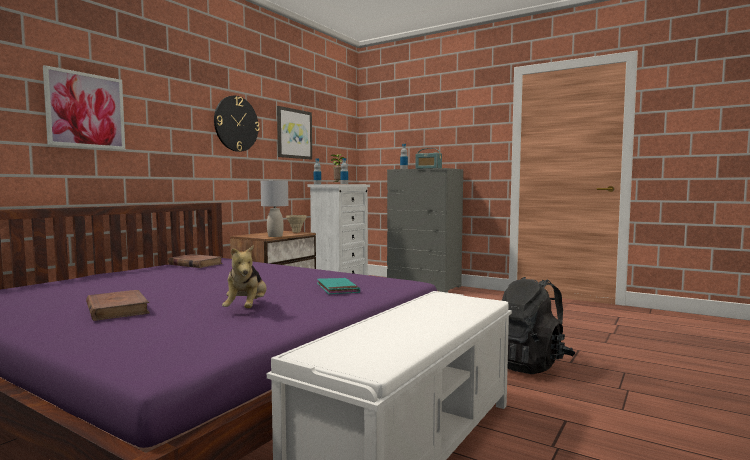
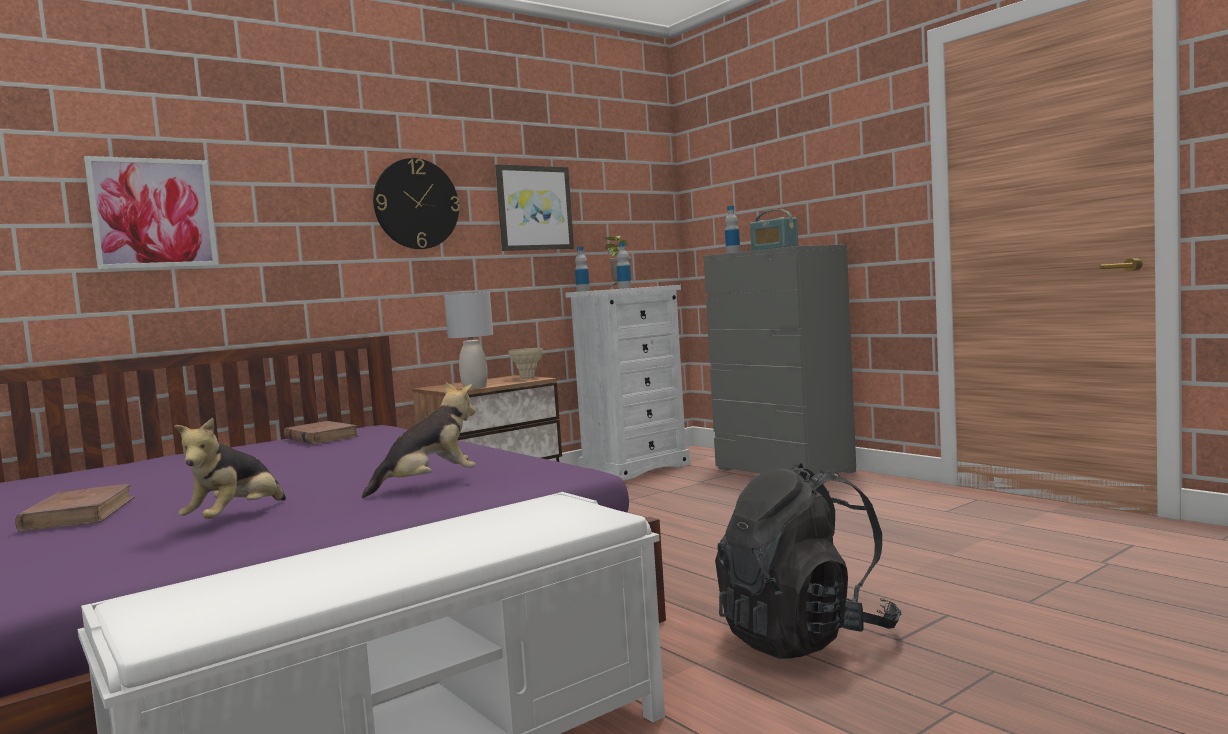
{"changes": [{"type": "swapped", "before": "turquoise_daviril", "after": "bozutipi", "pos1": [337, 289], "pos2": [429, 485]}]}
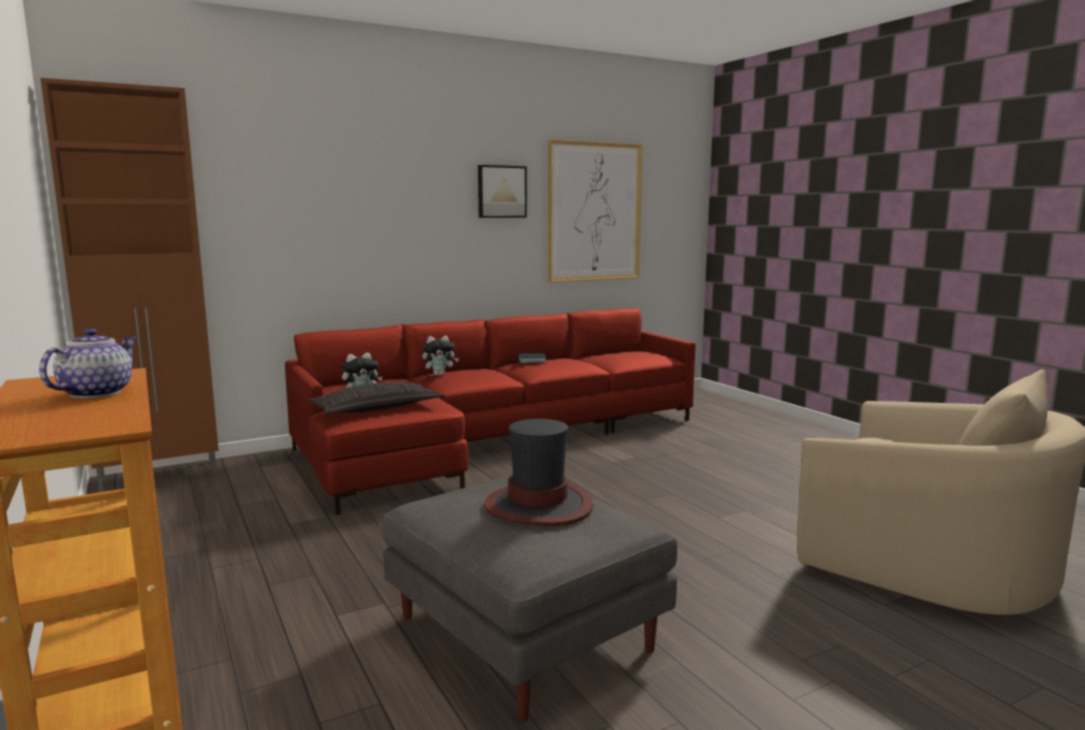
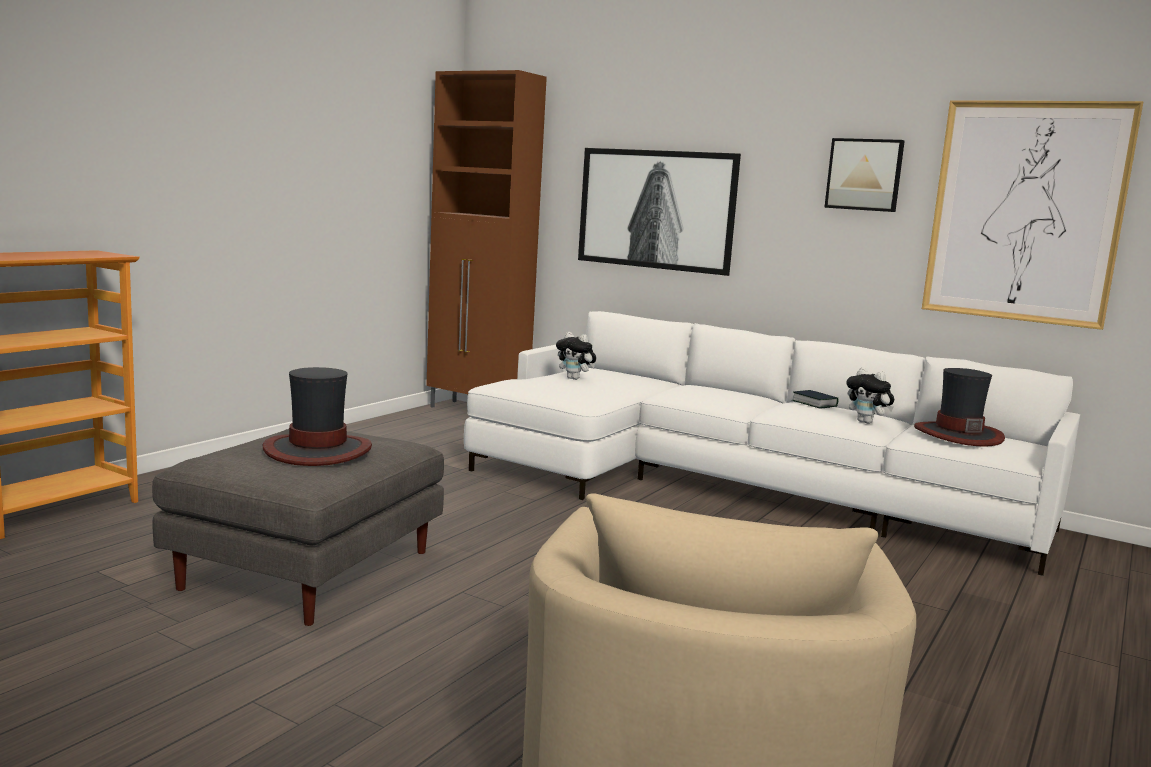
{"changes": [{"type": "repainted", "before": "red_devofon", "after": "white_devofon", "pos1": [490, 441], "pos2": [734, 487]}, {"type": "new", "after": "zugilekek", "pos2": [656, 209]}, {"type": "shifted", "before": "bozutipi", "pos1": [440, 374], "pos2": [867, 422]}, {"type": "new", "after": "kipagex", "pos2": [957, 434]}, {"type": "gone", "before": "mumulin", "pos1": [95, 393]}, {"type": "gone", "before": "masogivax", "pos1": [377, 408]}]}
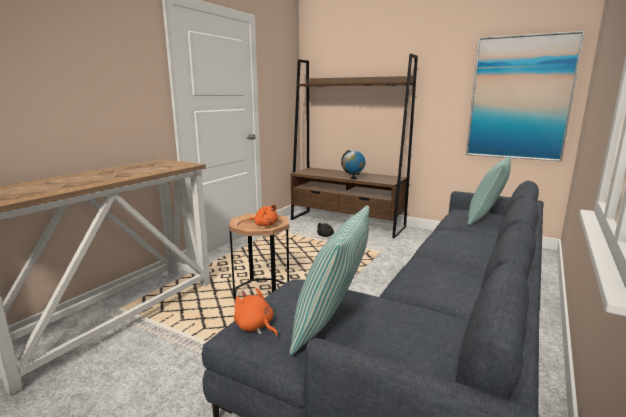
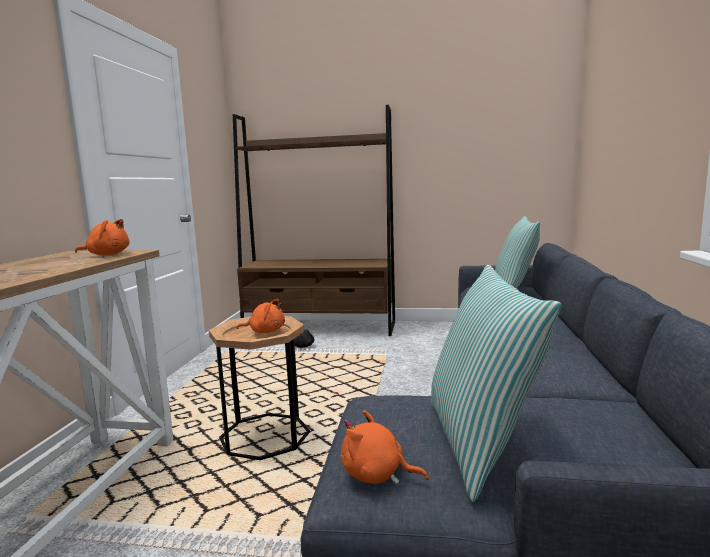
{"changes": [{"type": "new", "after": "orange_bozutipi", "pos2": [107, 255]}, {"type": "gone", "before": "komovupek", "pos1": [353, 178]}, {"type": "gone", "before": "zugilekek", "pos1": [519, 98]}]}
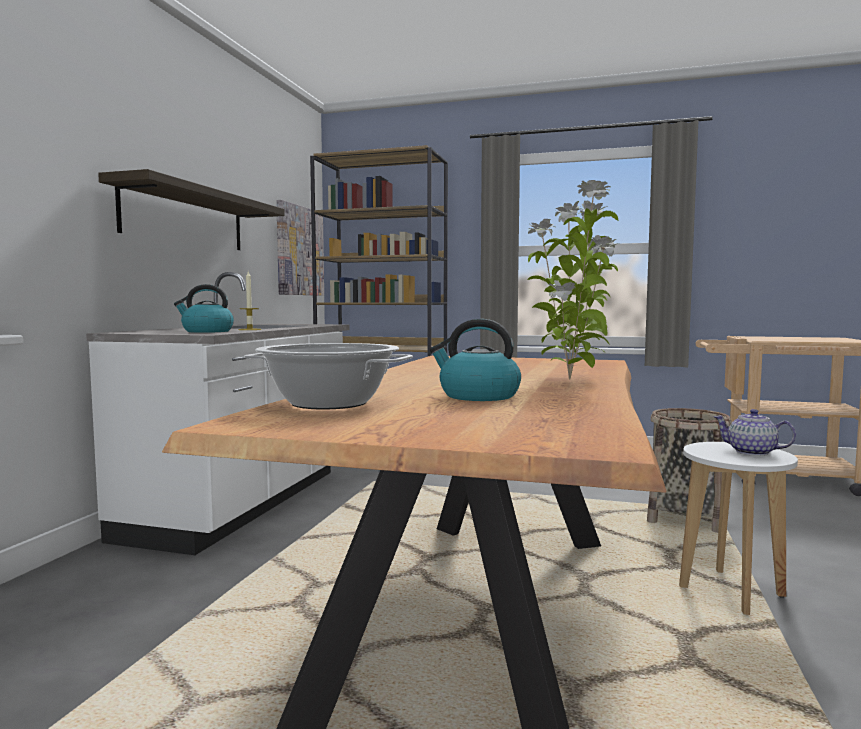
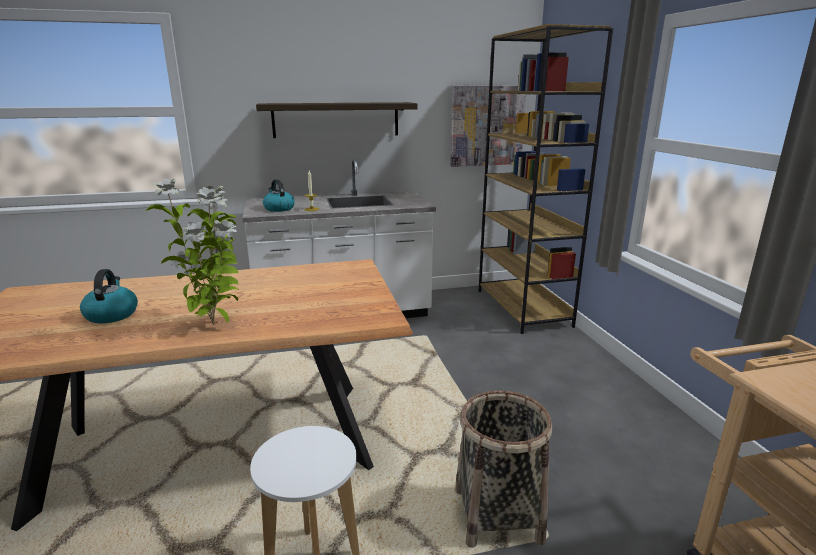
{"changes": [{"type": "gone", "before": "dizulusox", "pos1": [328, 403]}, {"type": "gone", "before": "mumulin", "pos1": [752, 452]}]}
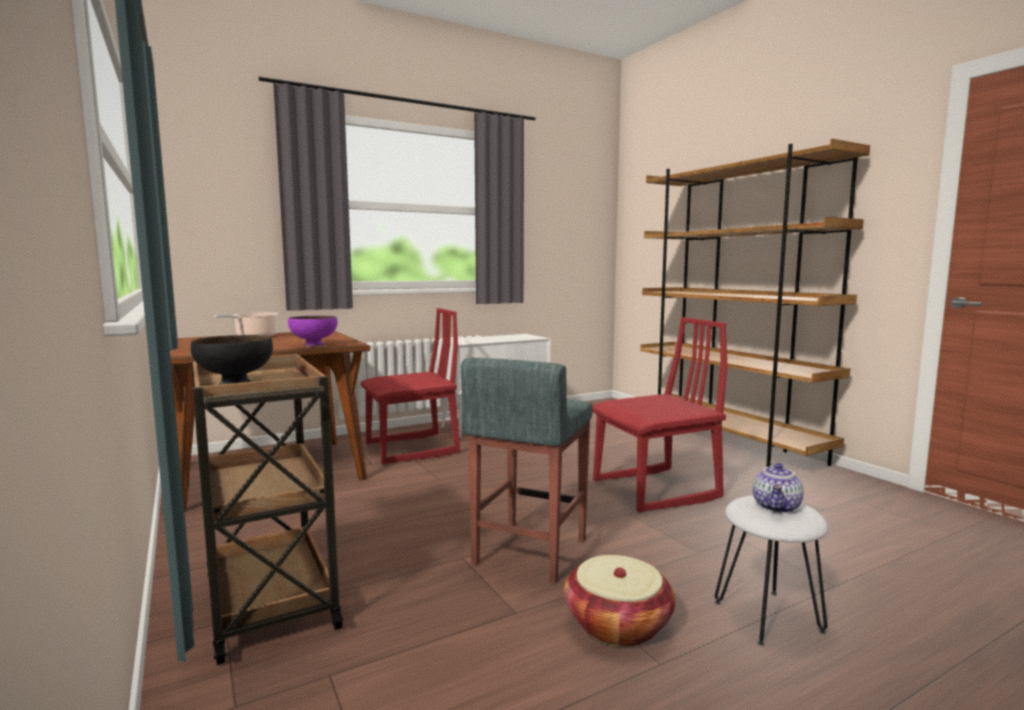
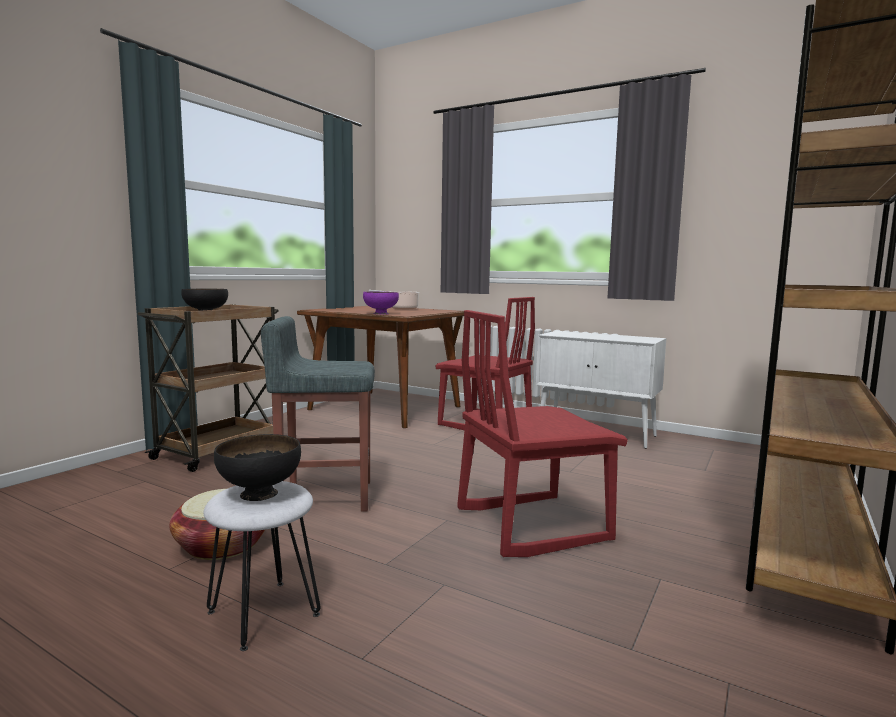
{"changes": [{"type": "swapped", "before": "mumulin", "after": "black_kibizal", "pos1": [777, 507], "pos2": [260, 494]}, {"type": "rotated", "before": "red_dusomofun", "pos1": [656, 490], "pos2": [531, 524], "turn": 120}]}
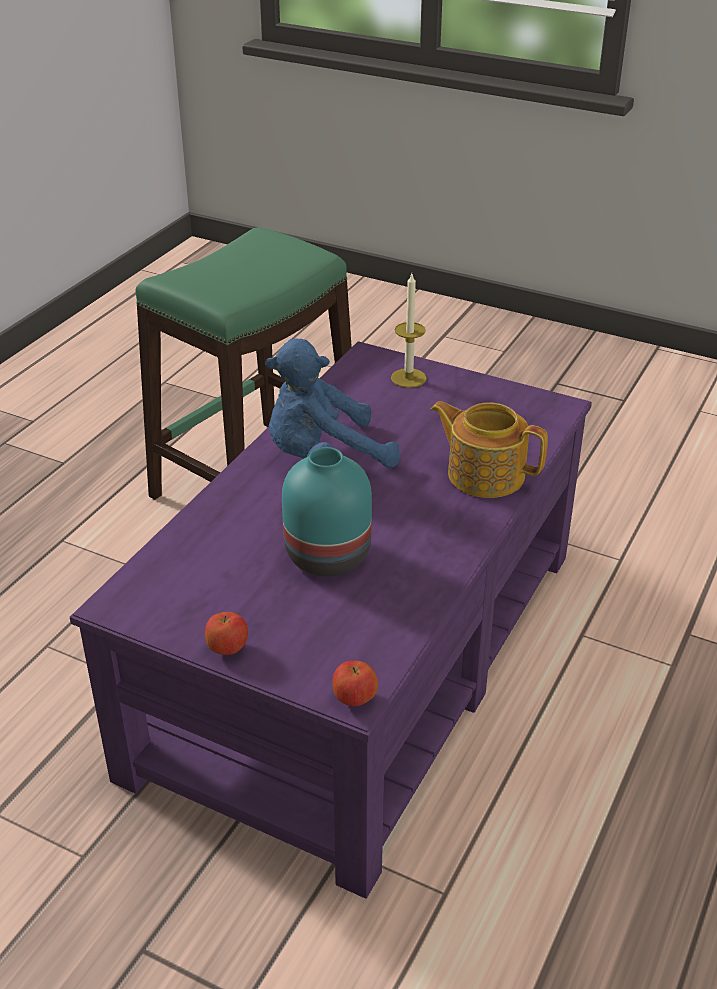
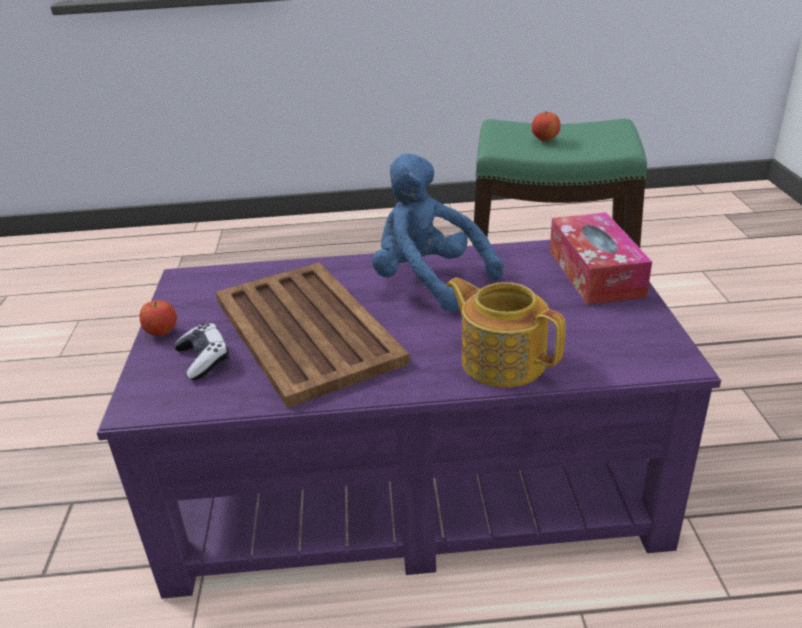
{"changes": [{"type": "new", "after": "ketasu", "pos2": [204, 360]}, {"type": "swapped", "before": "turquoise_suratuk", "after": "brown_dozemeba", "pos1": [326, 554], "pos2": [305, 329]}, {"type": "rotated", "before": "mumulin", "pos1": [484, 474], "pos2": [502, 360], "turn": -45}, {"type": "shifted", "before": "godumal", "pos1": [355, 699], "pos2": [545, 140]}, {"type": "swapped", "before": "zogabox", "after": "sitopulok", "pos1": [408, 378], "pos2": [595, 273]}]}
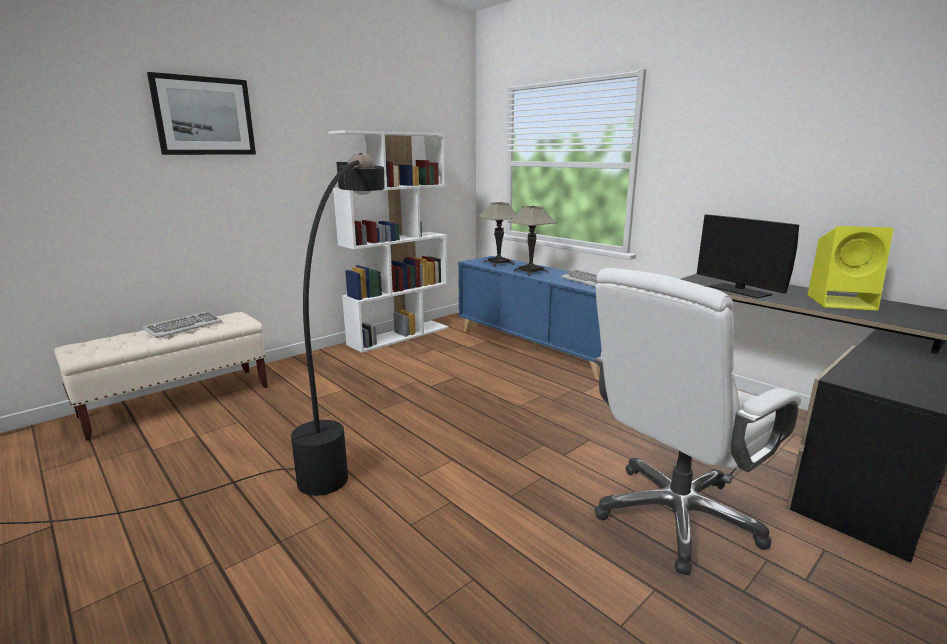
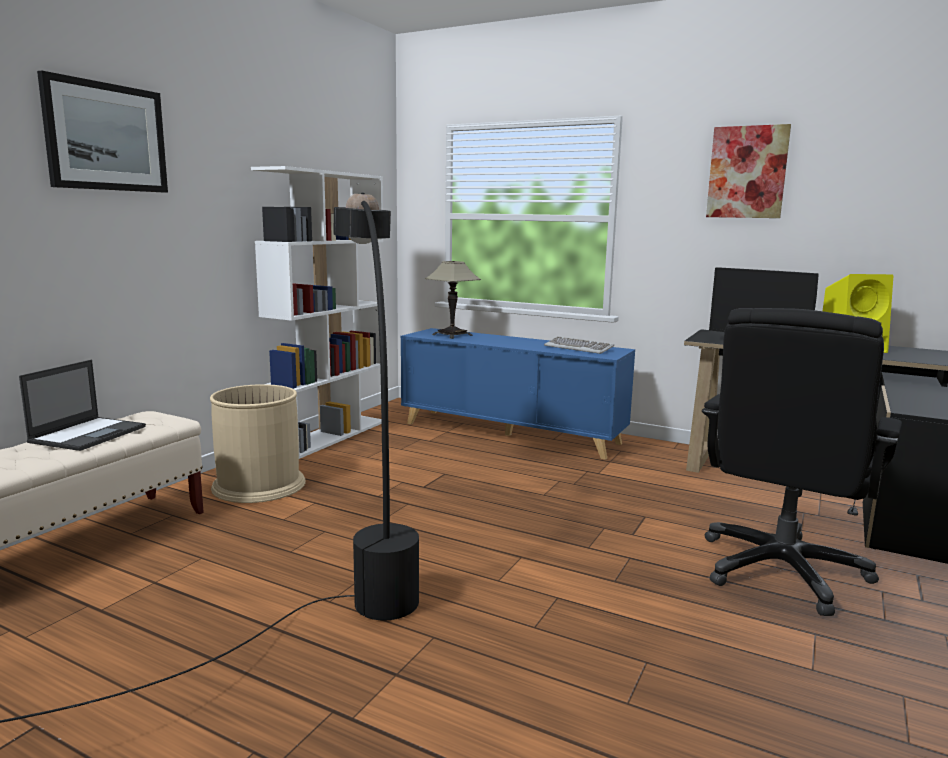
{"changes": [{"type": "swapped", "before": "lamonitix", "after": "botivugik", "pos1": [183, 327], "pos2": [89, 434]}, {"type": "new", "after": "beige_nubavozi", "pos2": [259, 485]}, {"type": "repainted", "before": "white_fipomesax", "after": "black_fipomesax", "pos1": [676, 516], "pos2": [781, 570]}, {"type": "new", "after": "zugilekek", "pos2": [747, 172]}, {"type": "gone", "before": "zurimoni", "pos1": [530, 271]}]}
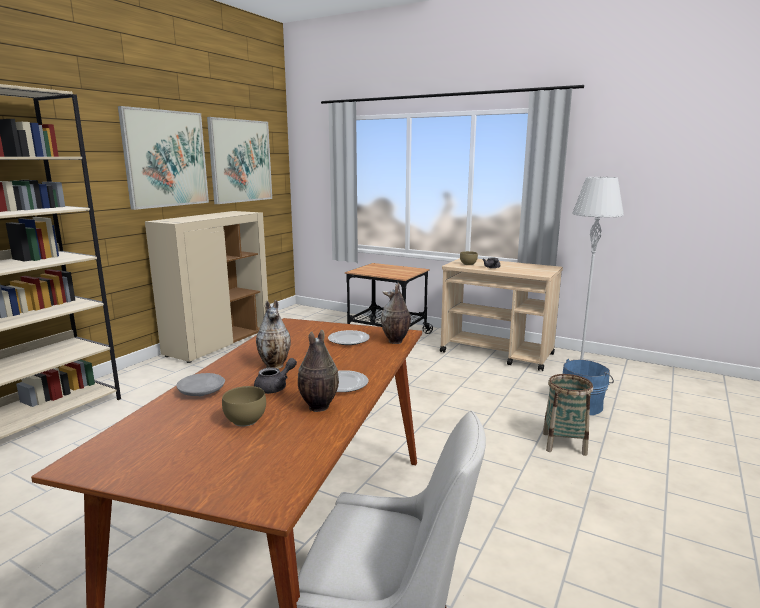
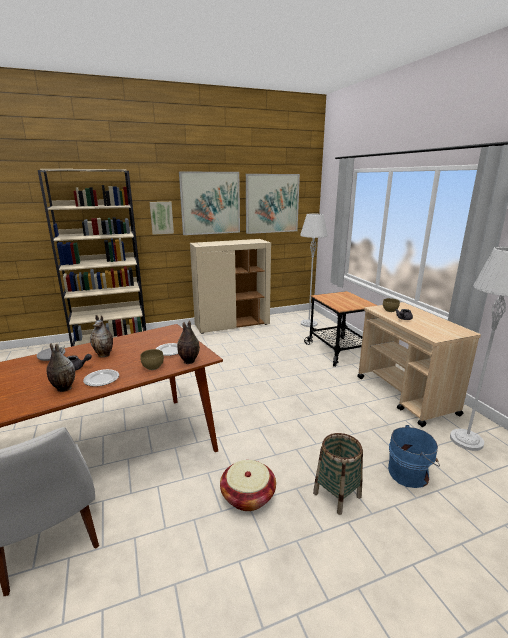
{"changes": [{"type": "shifted", "before": "brown_kibizal", "pos1": [244, 421], "pos2": [152, 367]}, {"type": "new", "after": "zugilekek", "pos2": [161, 217]}, {"type": "new", "after": "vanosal", "pos2": [248, 496]}, {"type": "new", "after": "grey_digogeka", "pos2": [309, 324]}]}
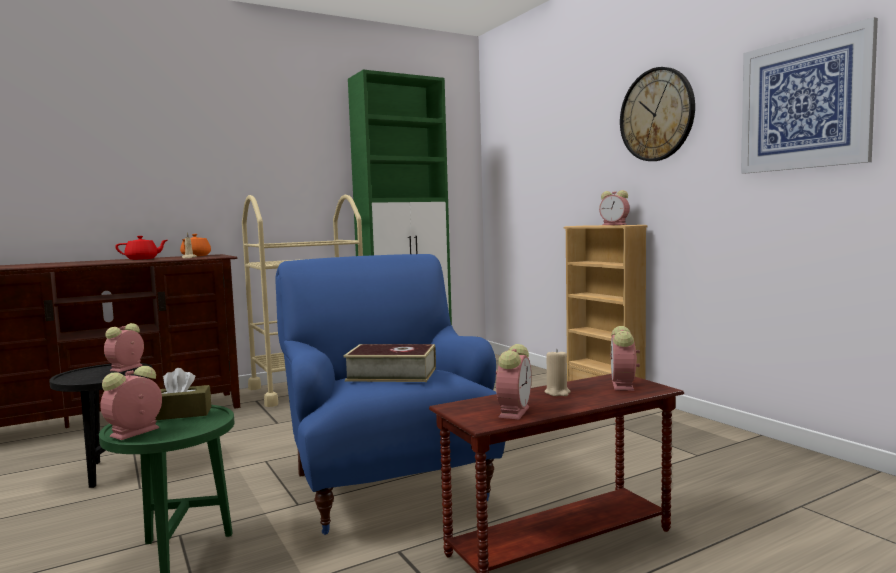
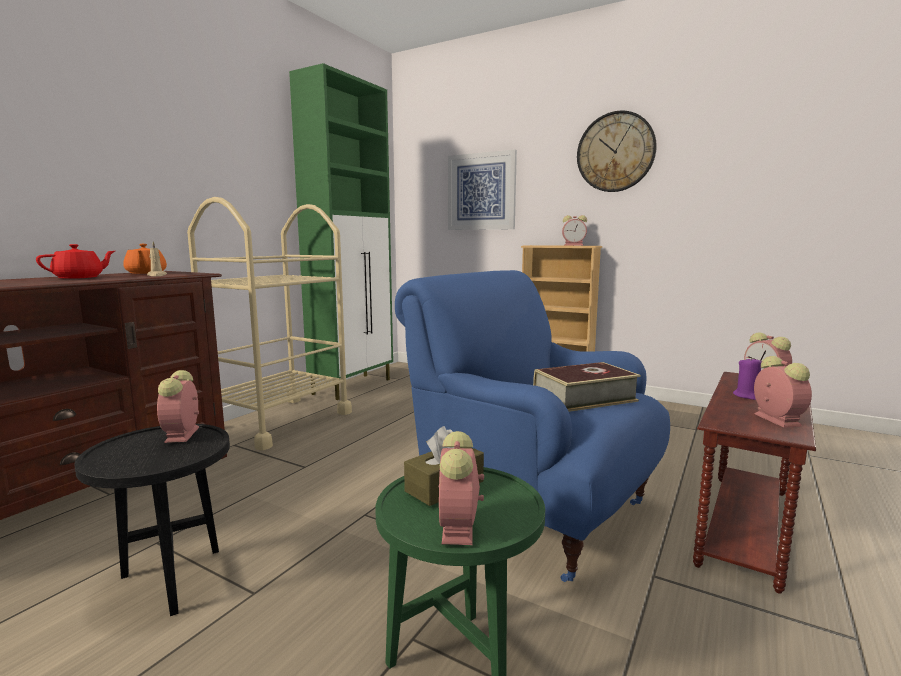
{"changes": [{"type": "shifted", "before": "zugilekek", "pos1": [804, 103], "pos2": [481, 192]}, {"type": "repainted", "before": "beige_zogabox", "after": "purple_zogabox", "pos1": [557, 393], "pos2": [747, 396]}]}
